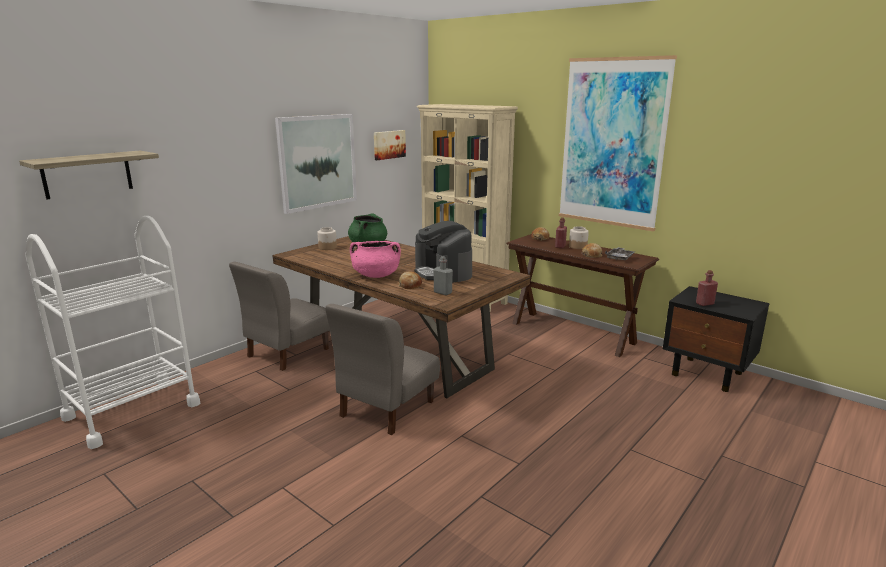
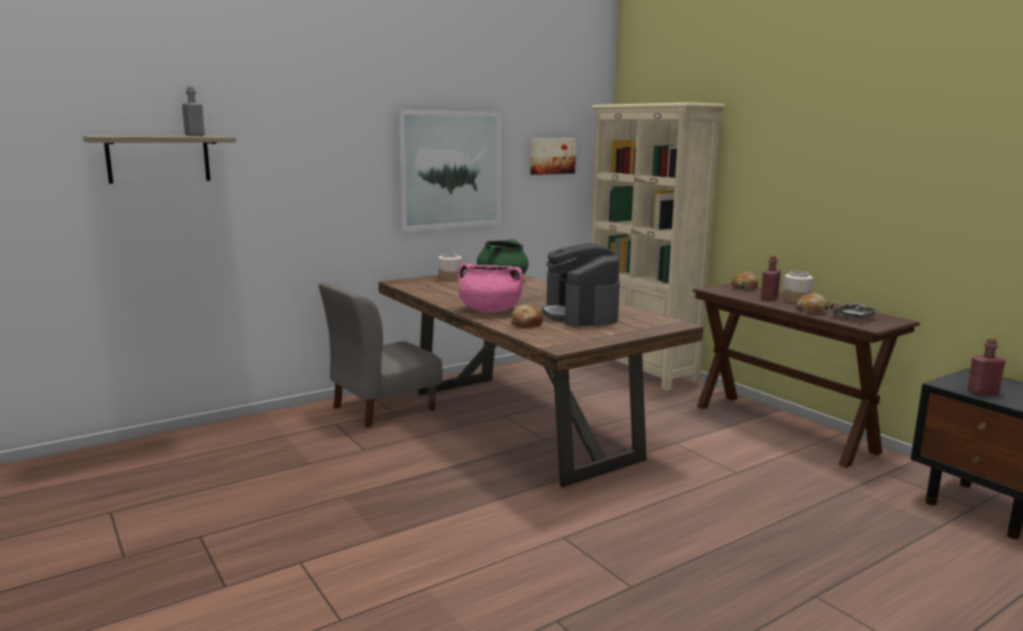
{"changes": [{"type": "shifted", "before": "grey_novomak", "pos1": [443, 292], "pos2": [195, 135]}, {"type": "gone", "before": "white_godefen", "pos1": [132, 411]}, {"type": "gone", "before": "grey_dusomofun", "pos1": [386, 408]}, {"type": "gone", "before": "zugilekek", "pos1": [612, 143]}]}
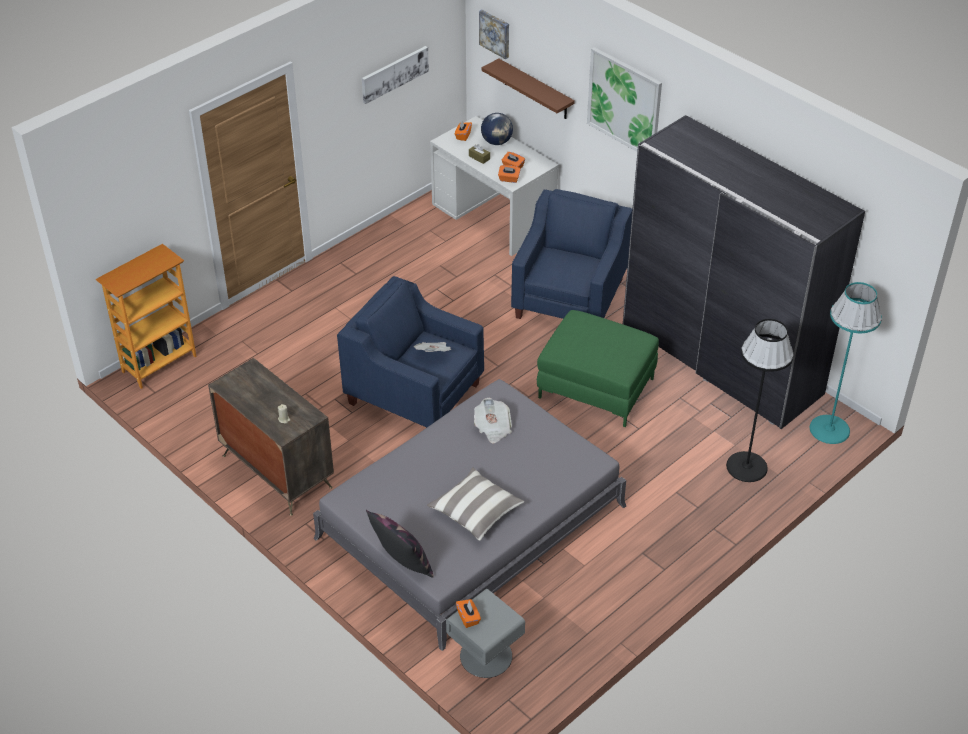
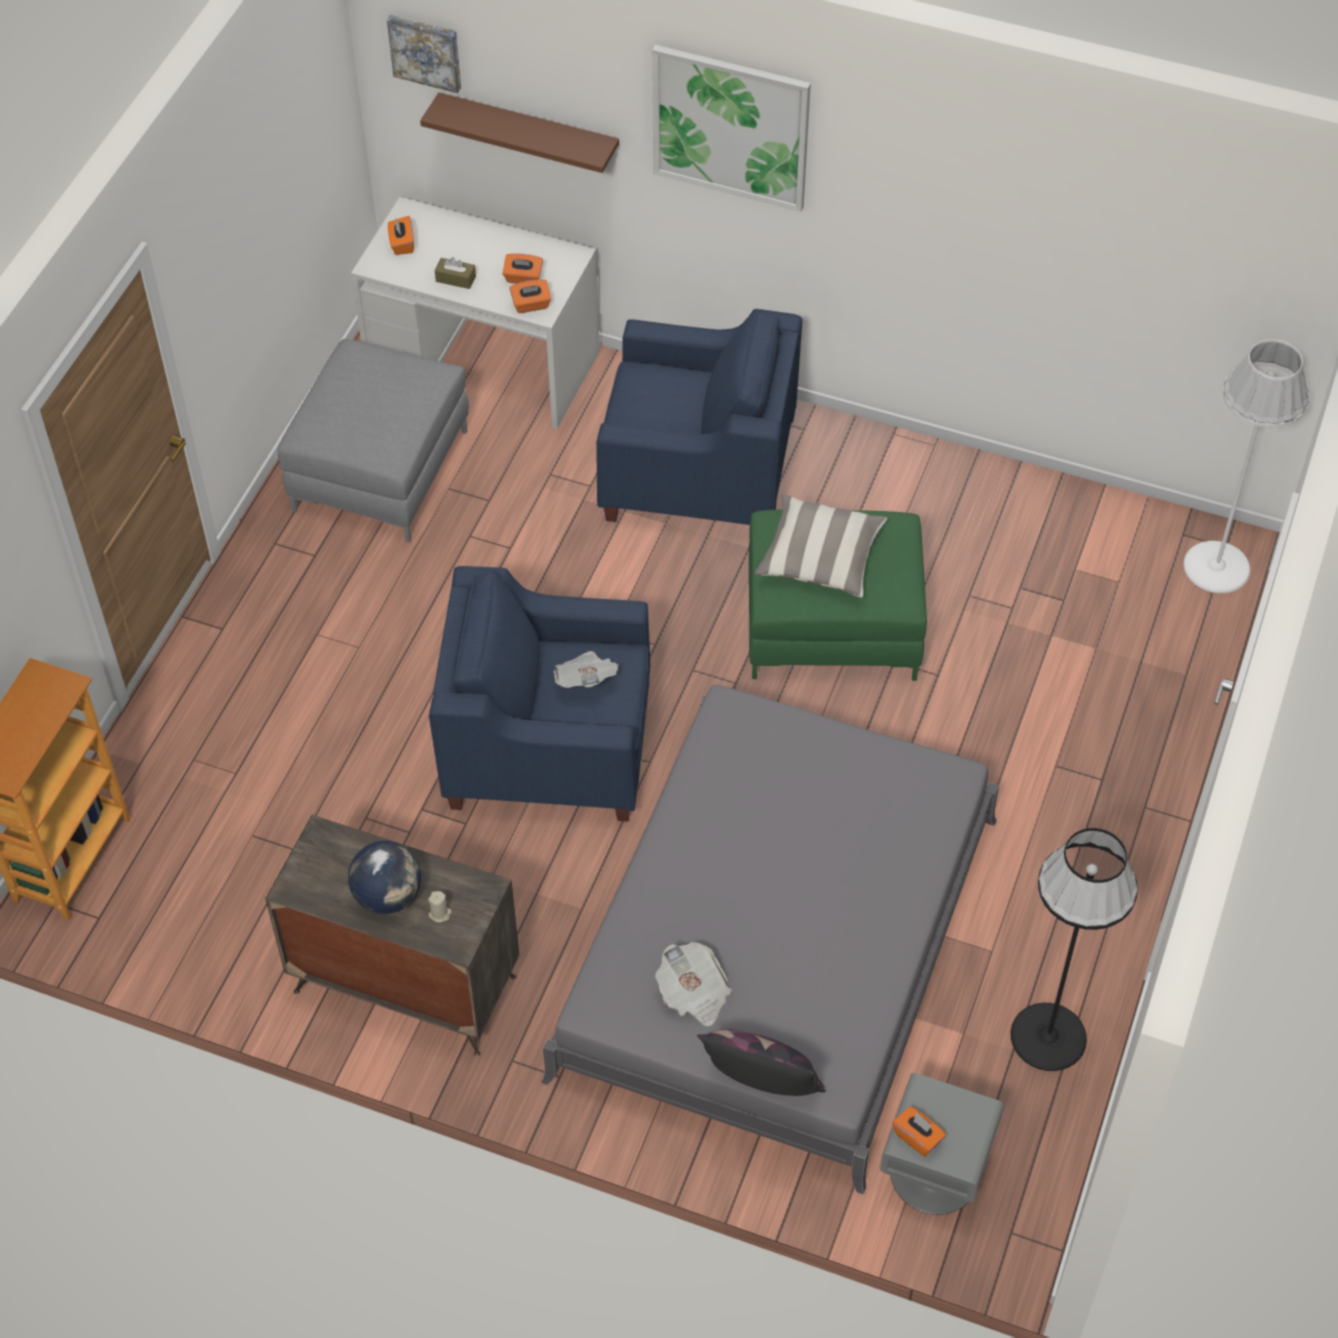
{"changes": [{"type": "new", "after": "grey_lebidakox", "pos2": [380, 470]}, {"type": "shifted", "before": "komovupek", "pos1": [497, 142], "pos2": [388, 895]}, {"type": "rotated", "before": "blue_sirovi", "pos1": [570, 299], "pos2": [698, 476], "turn": 105}, {"type": "shifted", "before": "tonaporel", "pos1": [492, 428], "pos2": [693, 994]}, {"type": "shifted", "before": "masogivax", "pos1": [476, 511], "pos2": [820, 558]}, {"type": "shifted", "before": "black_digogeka", "pos1": [747, 467], "pos2": [1049, 1037]}, {"type": "repainted", "before": "turquoise_digogeka", "after": "white_digogeka", "pos1": [829, 429], "pos2": [1216, 567]}, {"type": "gone", "before": "zugilekek", "pos1": [394, 73]}, {"type": "gone", "before": "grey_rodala", "pos1": [721, 359]}]}
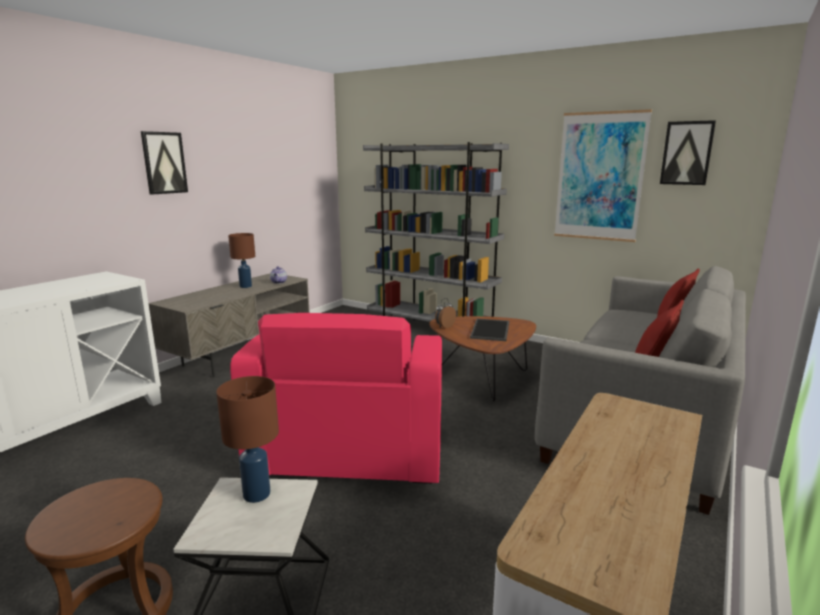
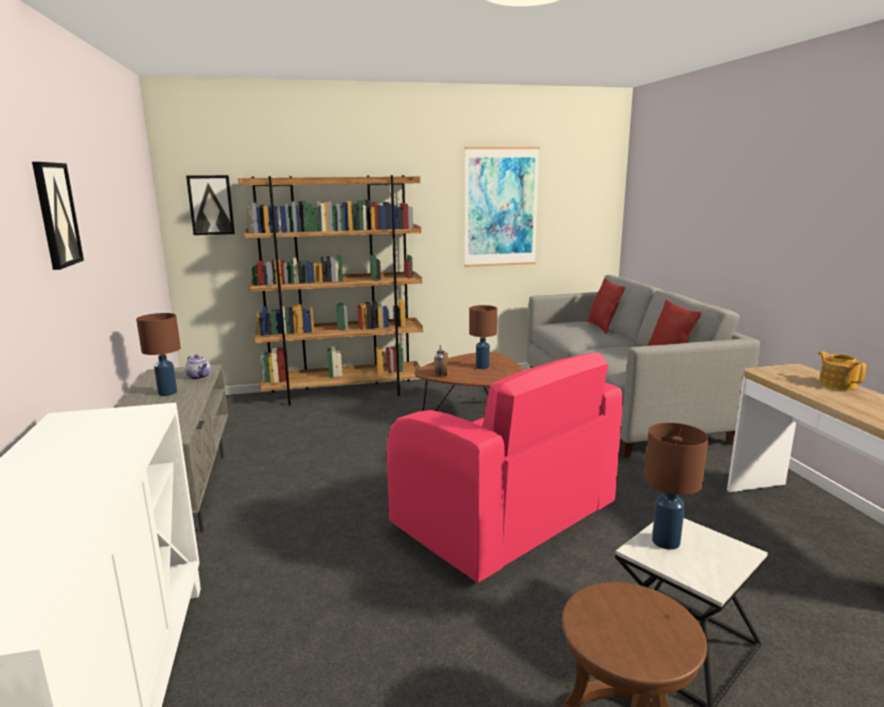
{"changes": [{"type": "shifted", "before": "zugilekek", "pos1": [687, 153], "pos2": [211, 205]}, {"type": "repainted", "before": "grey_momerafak", "after": "brown_momerafak", "pos1": [431, 329], "pos2": [344, 393]}, {"type": "swapped", "before": "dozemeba", "after": "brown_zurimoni", "pos1": [491, 330], "pos2": [483, 367]}, {"type": "new", "after": "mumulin", "pos2": [837, 384]}]}
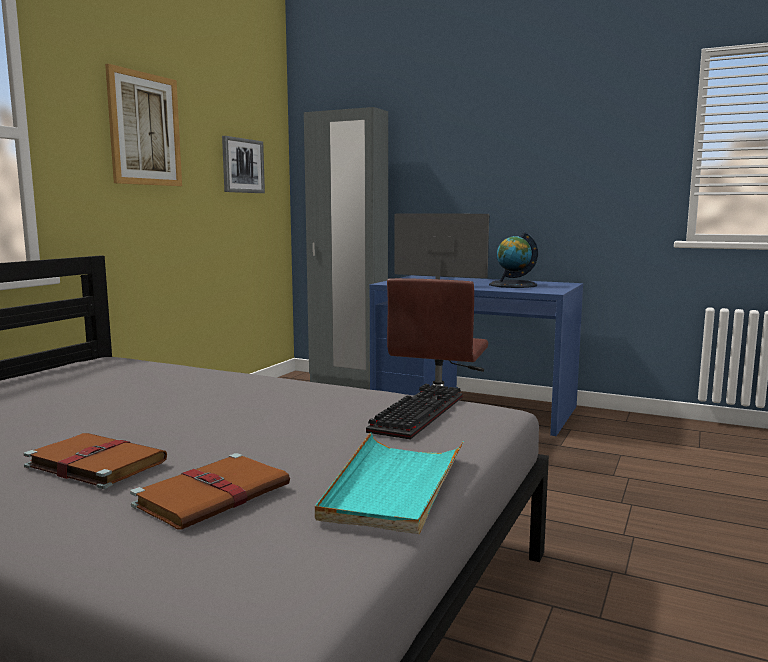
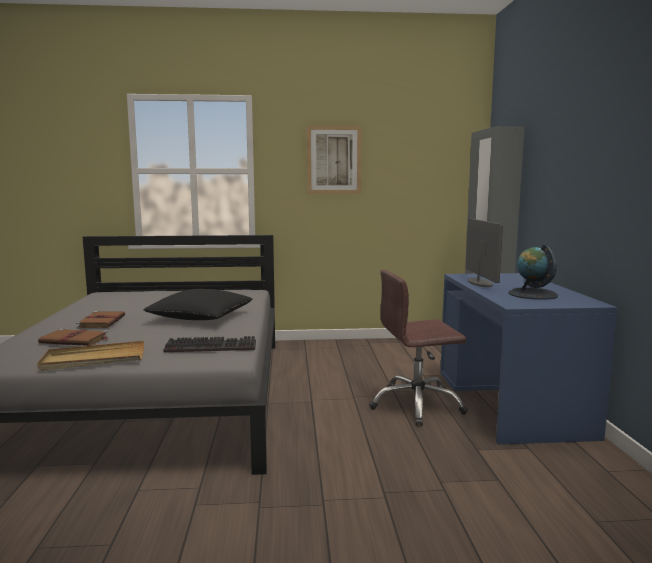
{"changes": [{"type": "repainted", "before": "turquoise_dozemeba", "after": "beige_dozemeba", "pos1": [393, 486], "pos2": [93, 359]}, {"type": "new", "after": "black_masogivax", "pos2": [201, 317]}, {"type": "gone", "before": "zugilekek", "pos1": [242, 165]}]}
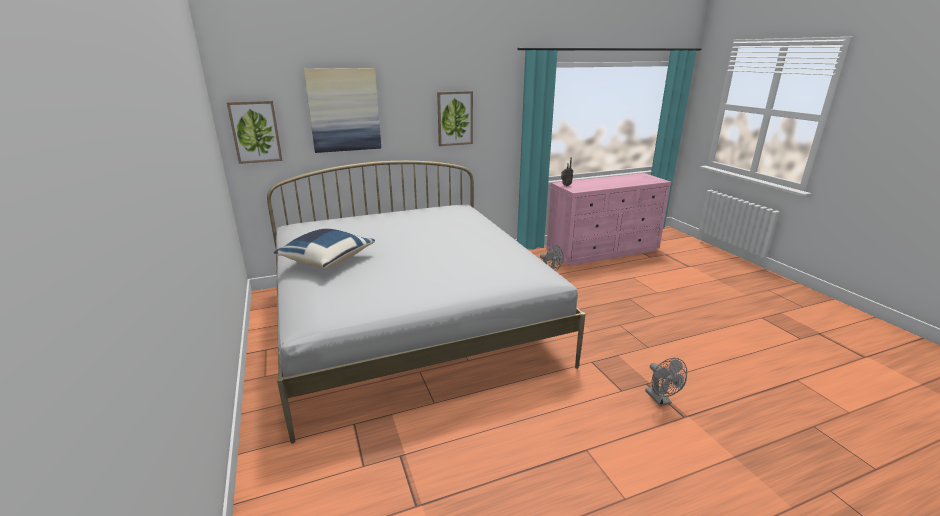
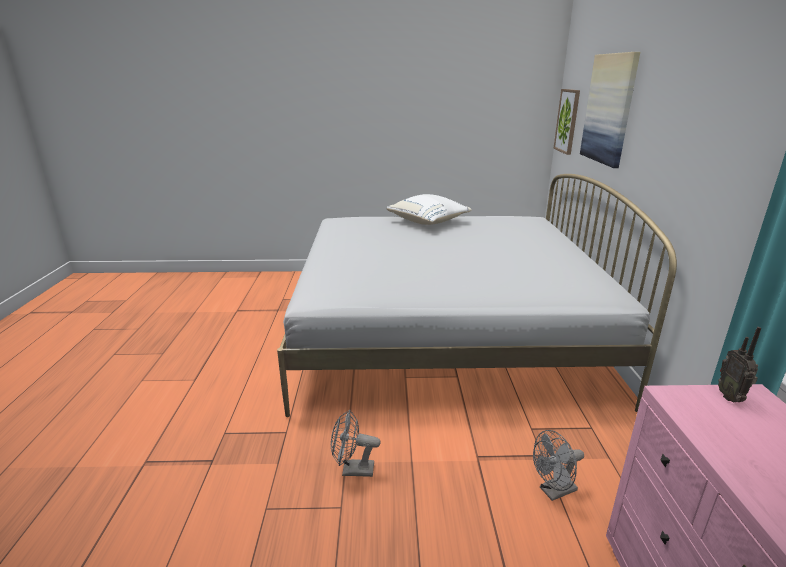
{"changes": [{"type": "shifted", "before": "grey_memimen", "pos1": [661, 400], "pos2": [352, 470]}, {"type": "repainted", "before": "blue_masogivax", "after": "white_masogivax", "pos1": [327, 260], "pos2": [429, 222]}, {"type": "gone", "before": "zugilekek", "pos1": [455, 118]}]}
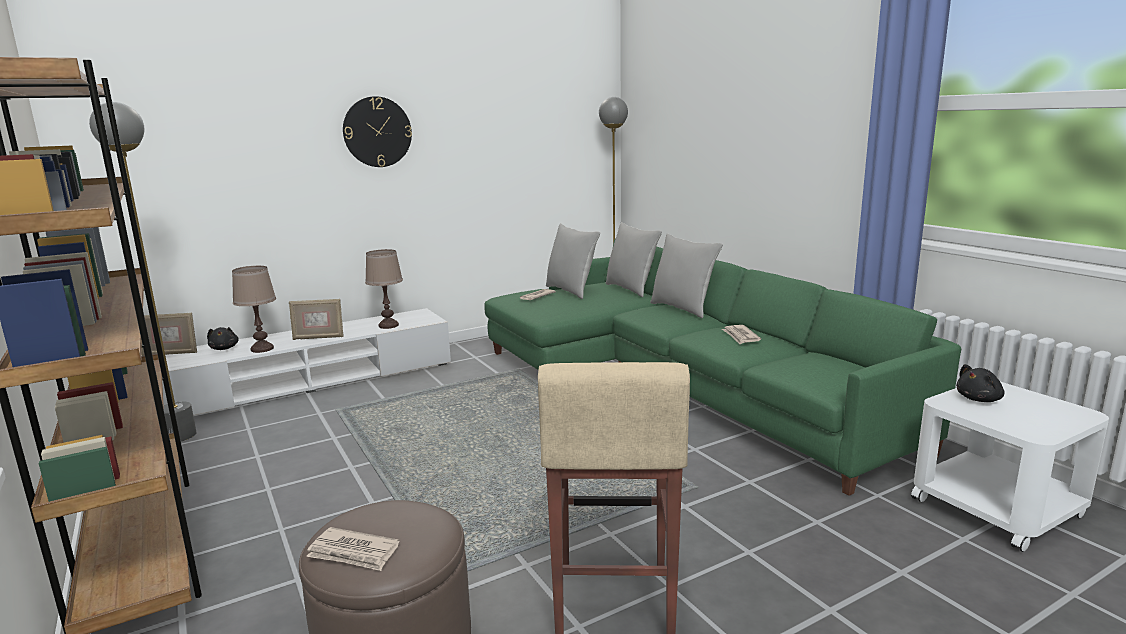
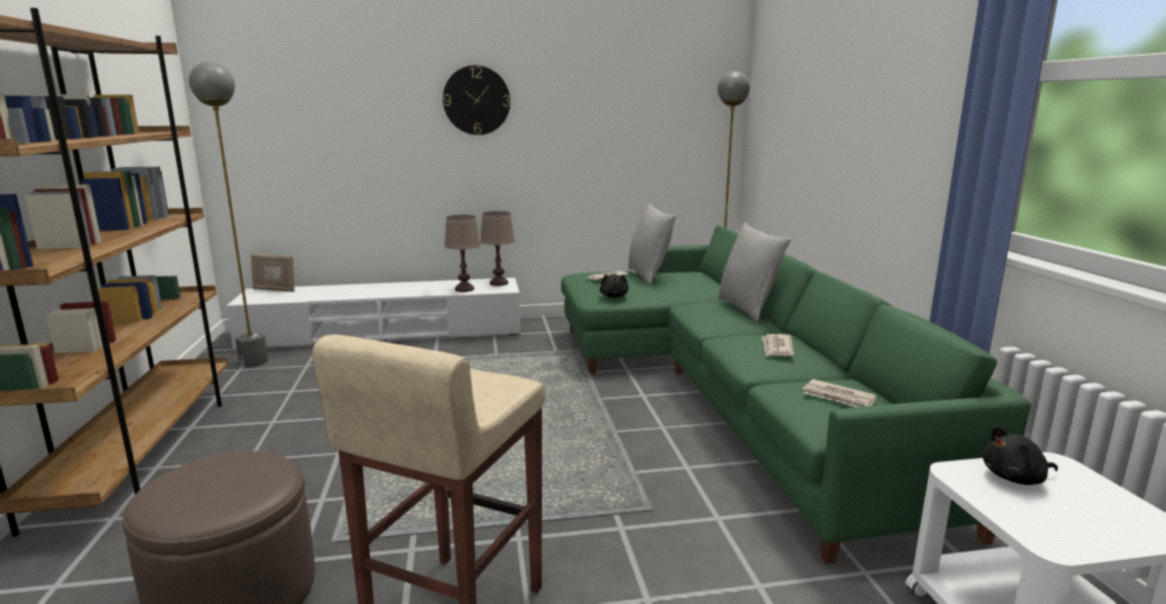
{"changes": [{"type": "shifted", "before": "brown_zurimoni", "pos1": [262, 349], "pos2": [498, 283]}, {"type": "shifted", "before": "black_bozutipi", "pos1": [224, 348], "pos2": [614, 296]}, {"type": "shifted", "before": "tonaporel", "pos1": [353, 553], "pos2": [839, 398]}, {"type": "gone", "before": "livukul", "pos1": [318, 337]}, {"type": "gone", "before": "grey_masogivax", "pos1": [631, 289]}]}
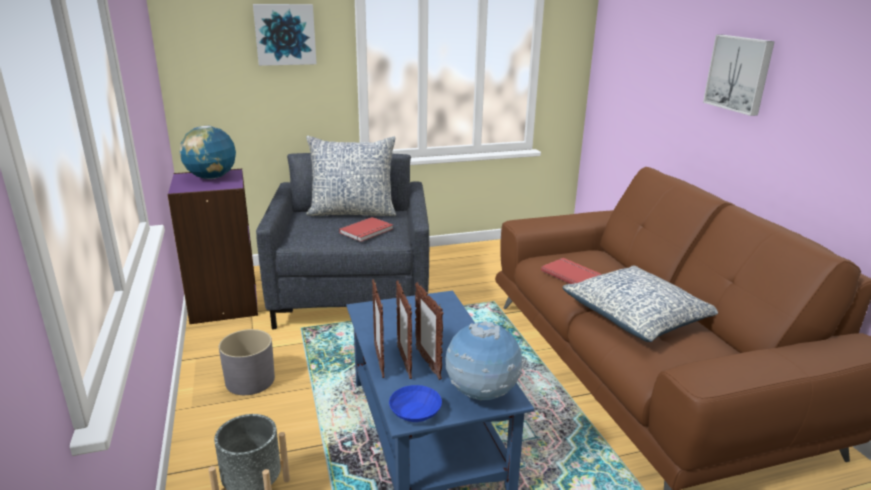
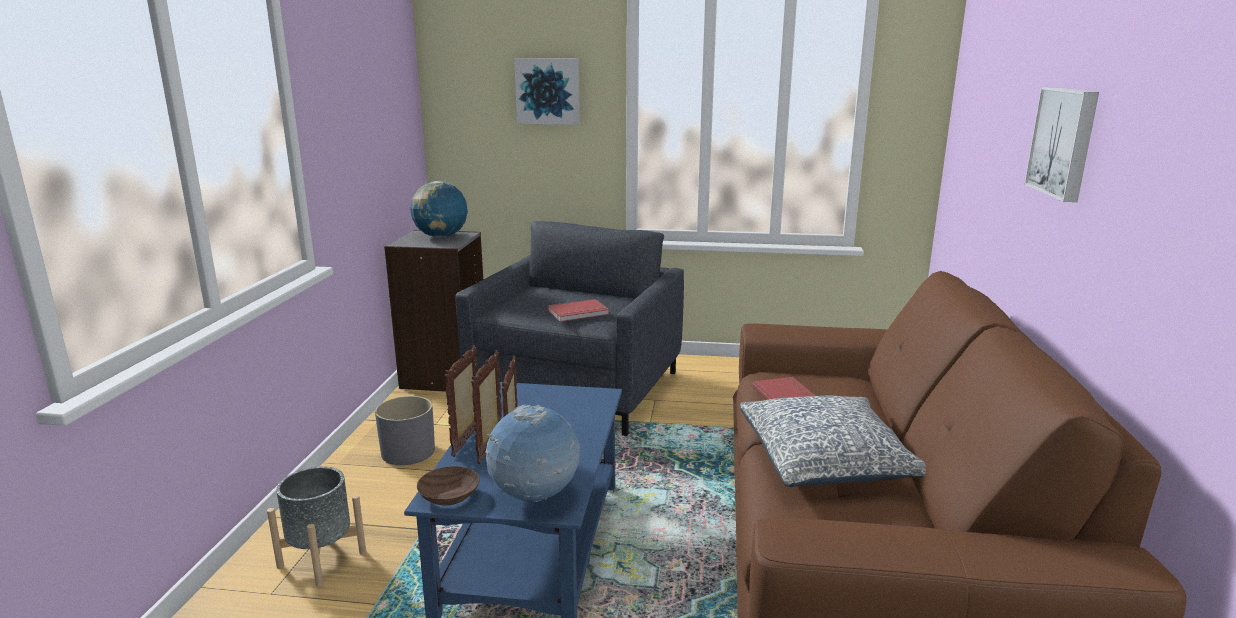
{"changes": [{"type": "repainted", "before": "purple_momerafak", "after": "grey_momerafak", "pos1": [223, 304], "pos2": [444, 376]}, {"type": "repainted", "before": "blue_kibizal", "after": "brown_kibizal", "pos1": [416, 411], "pos2": [451, 495]}, {"type": "gone", "before": "masogivax", "pos1": [352, 212]}]}
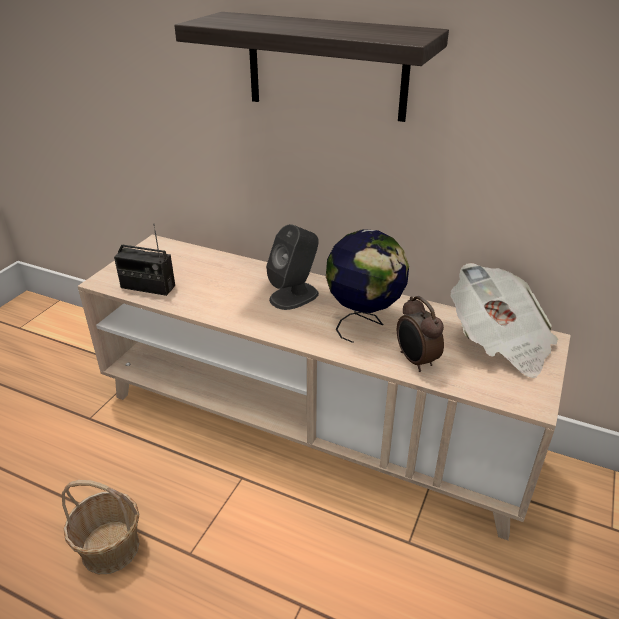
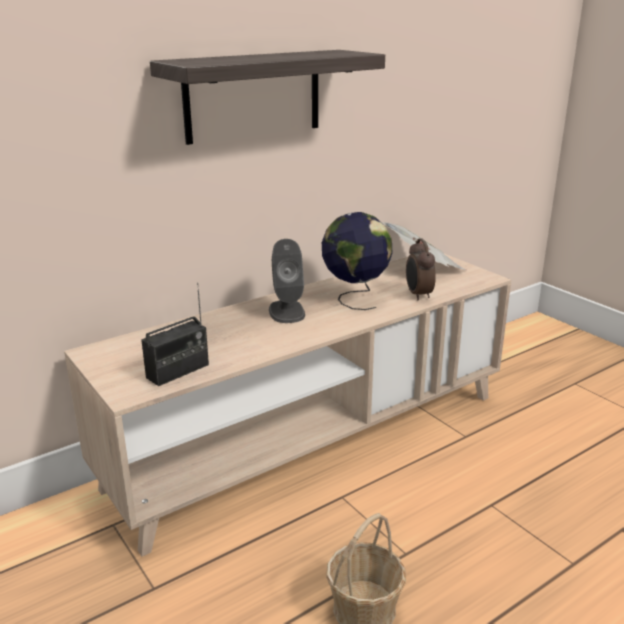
{"changes": [{"type": "rotated", "before": "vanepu", "pos1": [415, 361], "pos2": [418, 295], "turn": 75}]}
